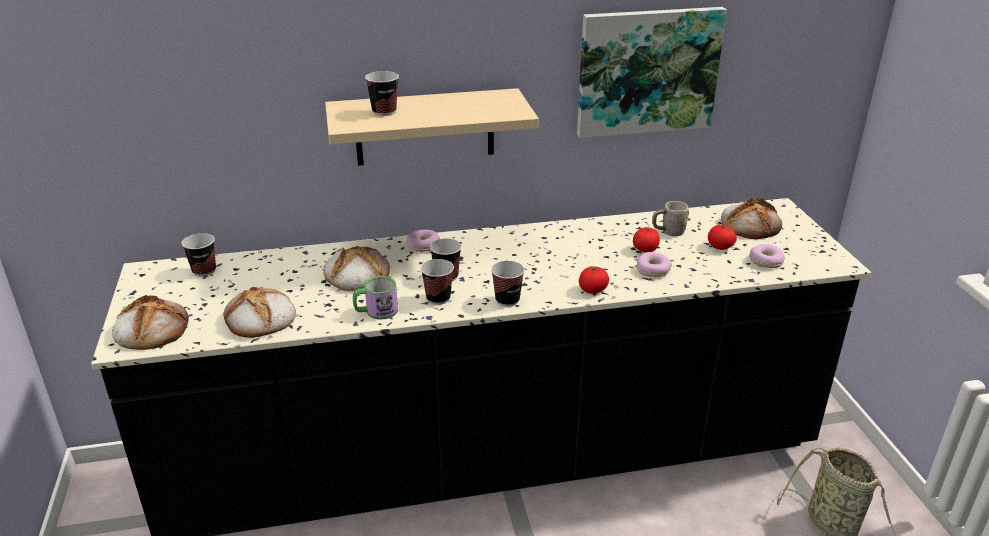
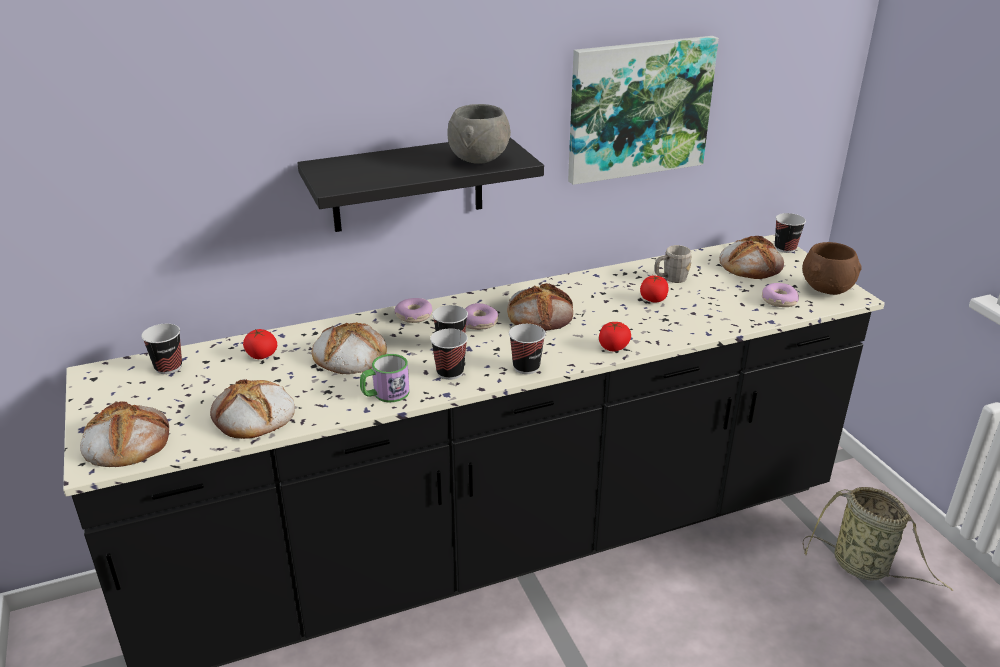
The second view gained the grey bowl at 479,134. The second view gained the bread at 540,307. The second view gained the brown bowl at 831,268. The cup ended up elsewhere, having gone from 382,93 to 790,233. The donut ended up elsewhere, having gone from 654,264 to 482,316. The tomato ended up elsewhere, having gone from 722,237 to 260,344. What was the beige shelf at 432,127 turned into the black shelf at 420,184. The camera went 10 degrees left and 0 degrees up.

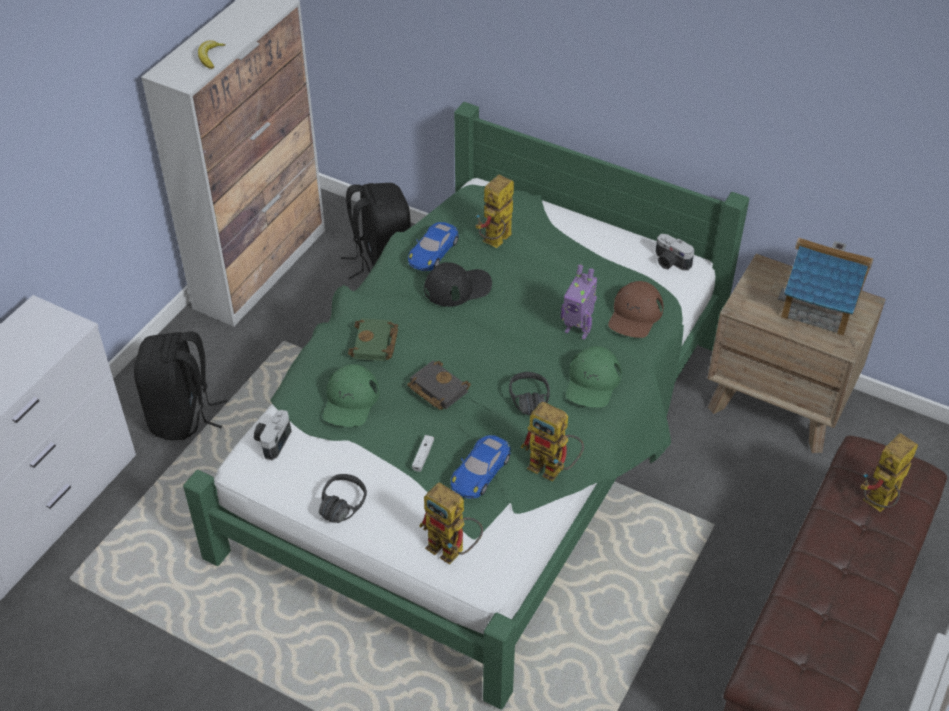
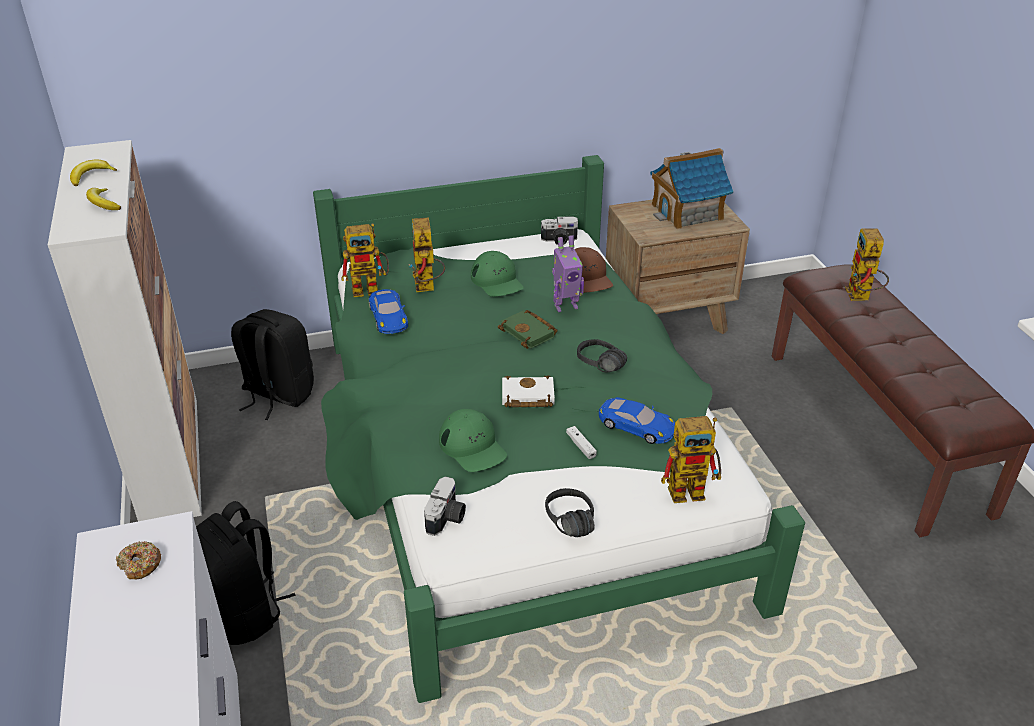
The second view lost the black cap at 458,284. The second view gained the banana at 93,173. The second view gained the donut at 138,560. The green book ended up elsewhere, having gone from 373,339 to 528,329. The toy robot ended up elsewhere, having gone from 552,442 to 365,260. The green cap ended up elsewhere, having gone from 594,376 to 497,274. What was the black book at 439,385 turned into the white book at 528,391. The photo camera at 273,435 ended up facing another way, 135 degrees counterclockwise from before. The blue toy car at 481,467 ended up facing another way, 45 degrees counterclockwise from before. The camera went 45 degrees left and 10 degrees down.

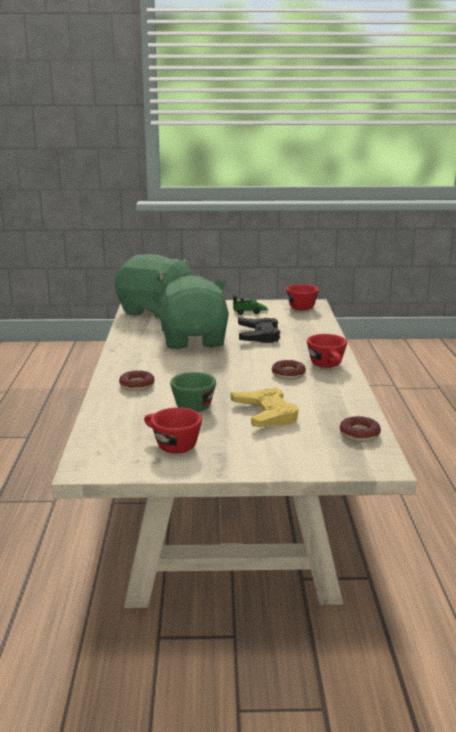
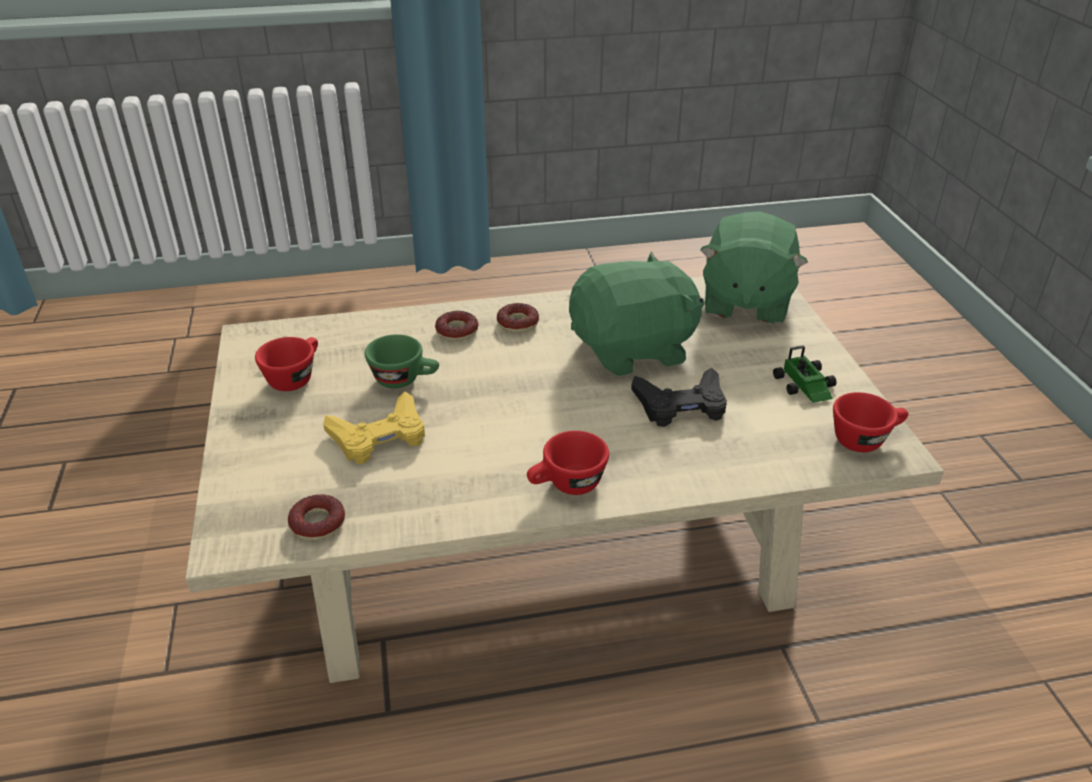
The donut ended up elsewhere, having gone from 289,370 to 518,318. The camera went 80 degrees right and 15 degrees up.

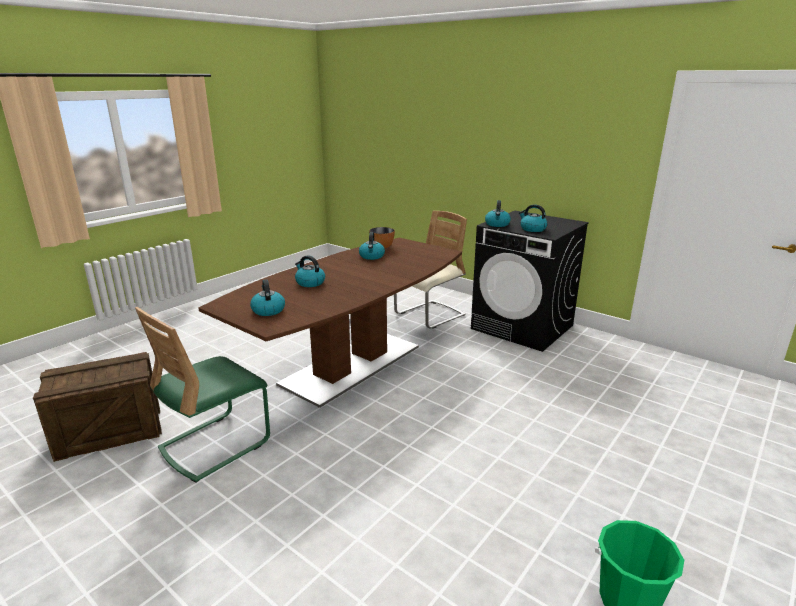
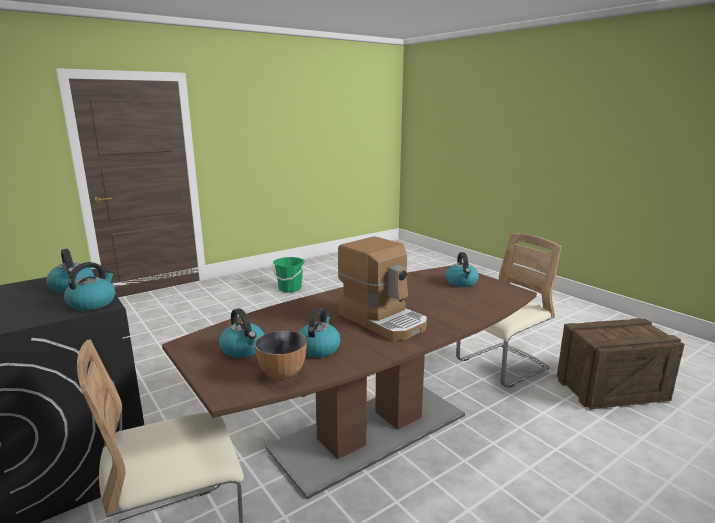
The second view gained the coffee machine at 382,288. The kettle ended up elsewhere, having gone from 310,271 to 241,333. What was the green chair at 202,395 turned into the beige chair at 509,310. The camera went 165 degrees left and 5 degrees down.

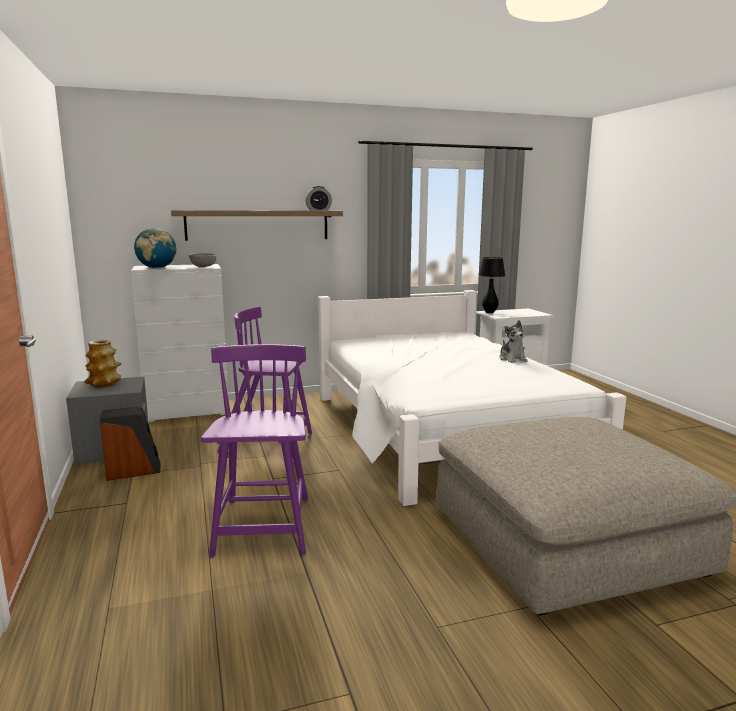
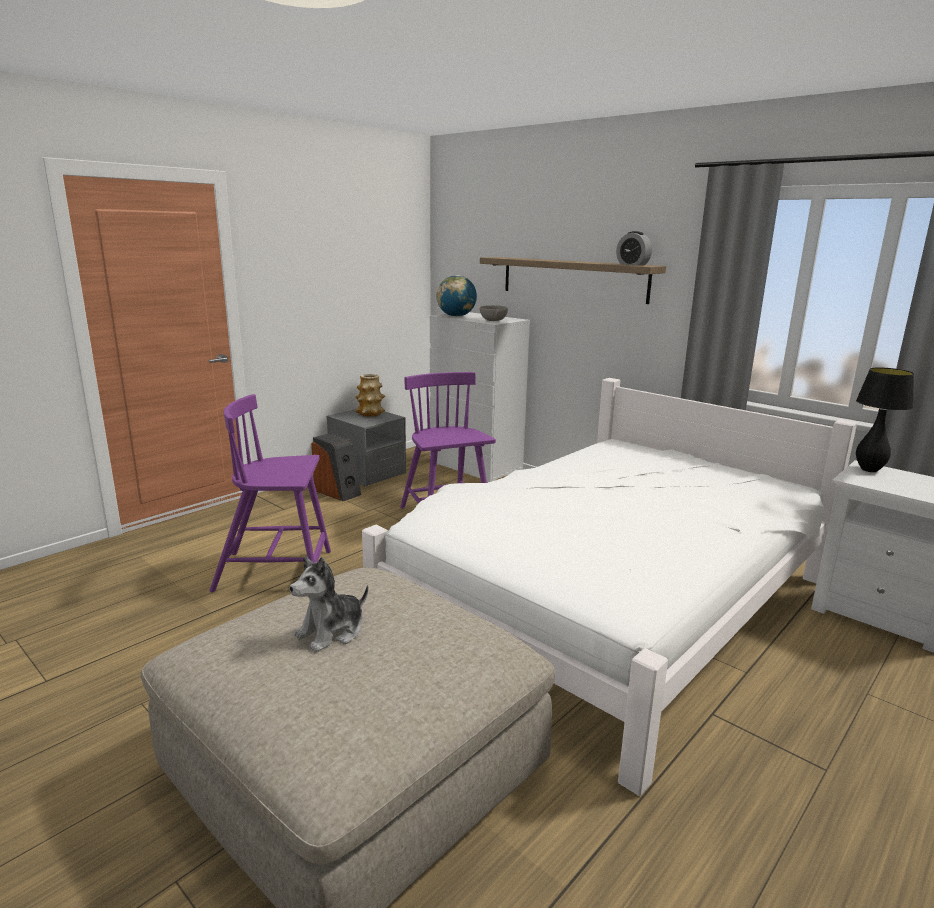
The plush toy ended up elsewhere, having gone from 513,341 to 329,604. The purple chair at 254,451 ended up facing another way, 150 degrees counterclockwise from before. The camera went 60 degrees right and 5 degrees up.

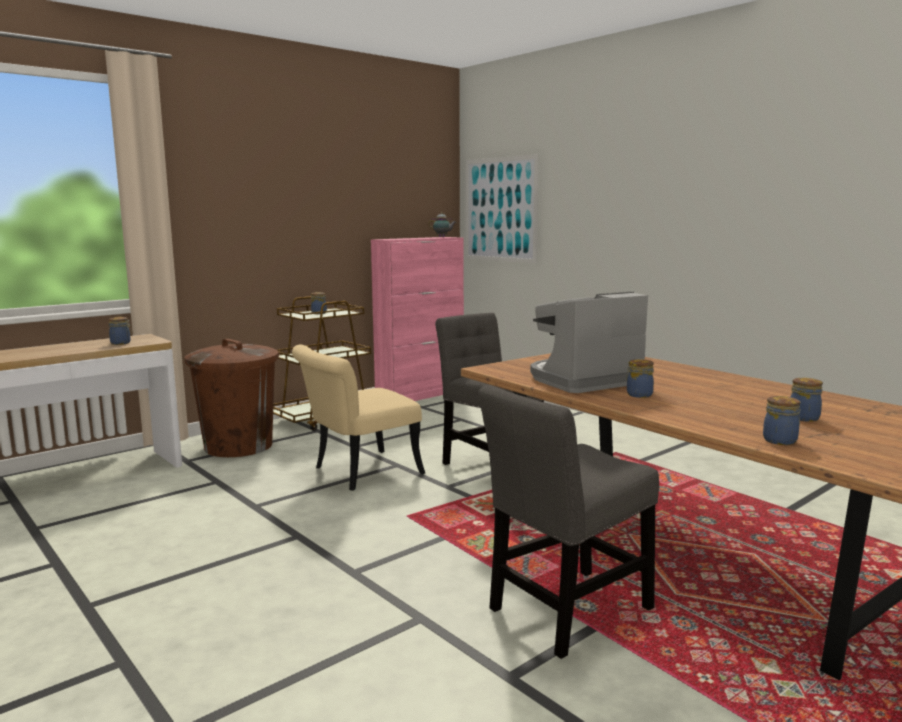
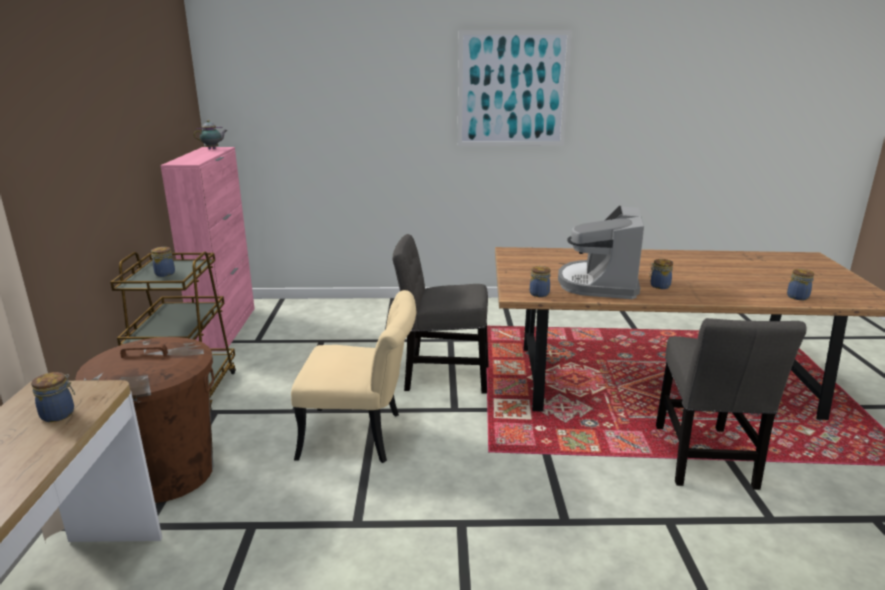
The picture ended up elsewhere, having gone from 502,208 to 515,88. The jar ended up elsewhere, having gone from 807,400 to 540,281. The beige chair at 358,417 ended up facing another way, 90 degrees counterclockwise from before. The camera went 50 degrees left and 10 degrees up.

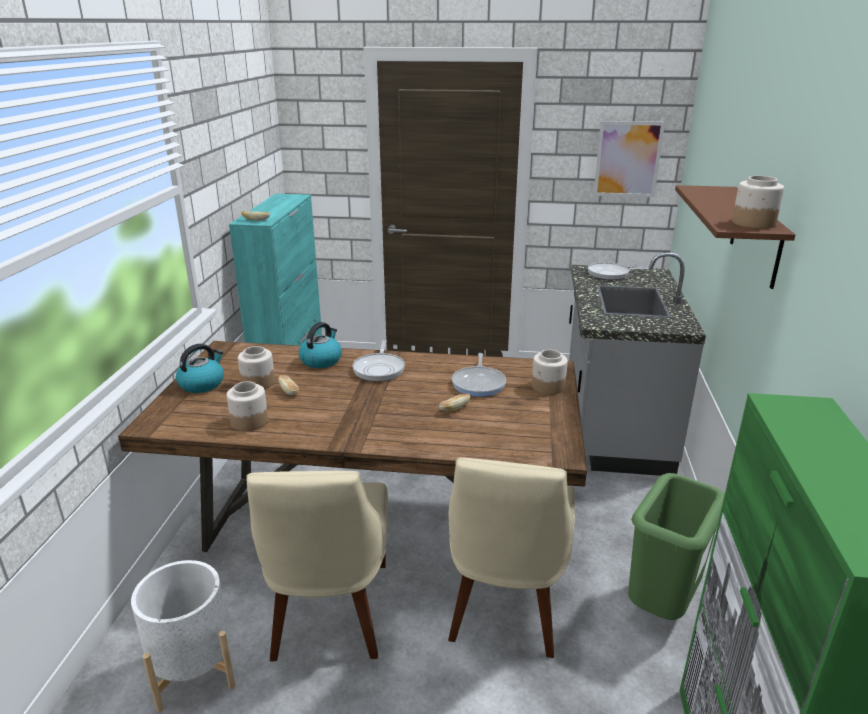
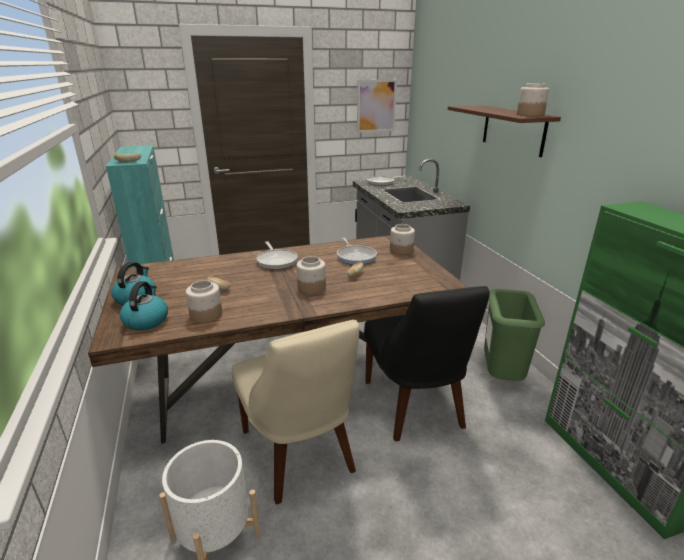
The jar ended up elsewhere, having gone from 256,367 to 311,275. The kettle ended up elsewhere, having gone from 320,345 to 144,305. What was the beige chair at 511,557 turned into the black chair at 427,363. The camera went 25 degrees left and 0 degrees up.

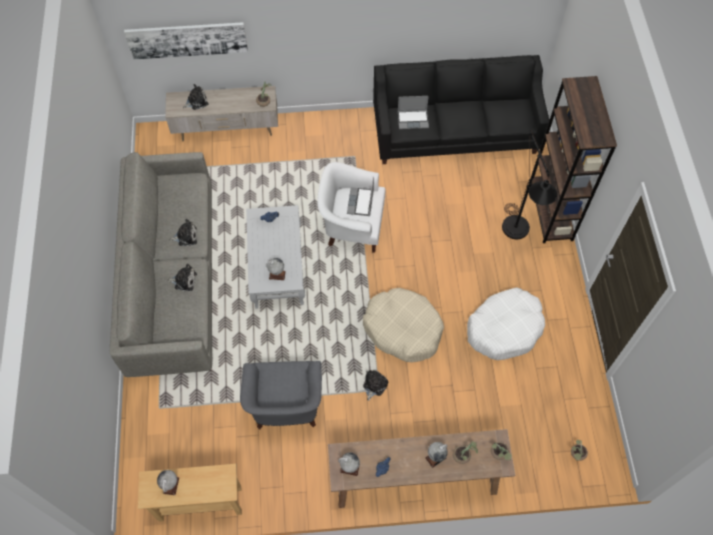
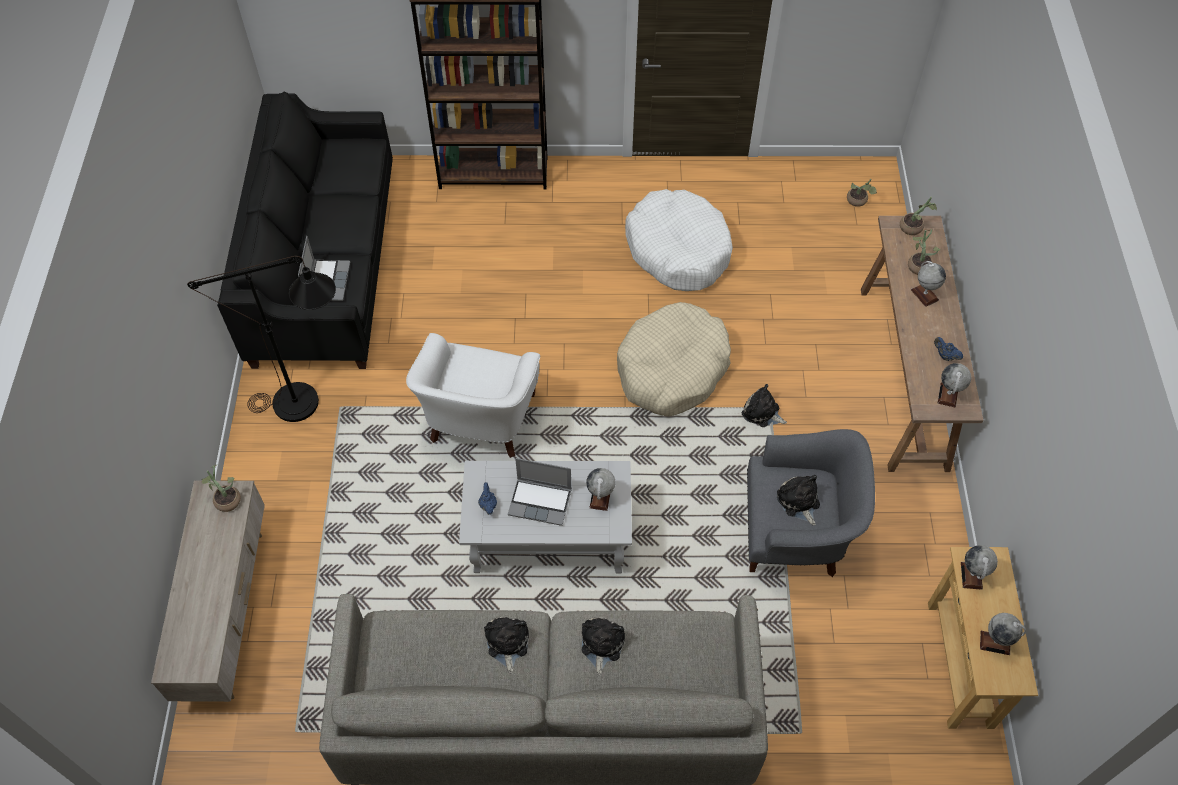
The second view lost the picture at 186,41. The second view gained the globe at 979,567. The plush toy ended up elsewhere, having gone from 196,97 to 798,500. The laptop ended up elsewhere, having gone from 360,196 to 540,492. The black floor lamp ended up elsewhere, having gone from 529,184 to 261,339. The camera went 85 degrees left and 5 degrees down.

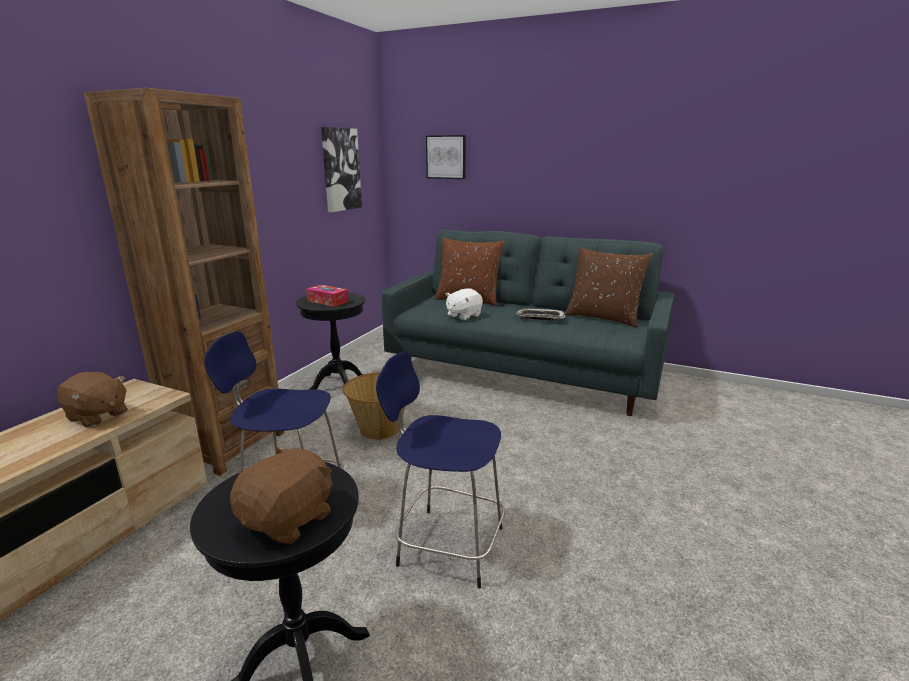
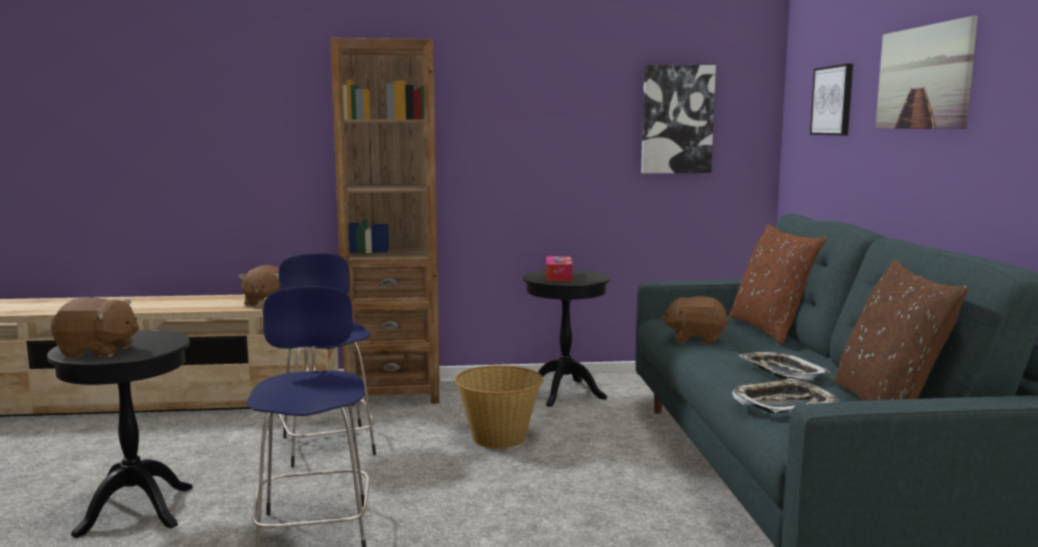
The second view gained the tray at 785,395. The second view gained the picture at 927,72. What was the white plush toy at 464,304 turned into the brown plush toy at 694,320. The camera went 60 degrees right and 10 degrees down.

